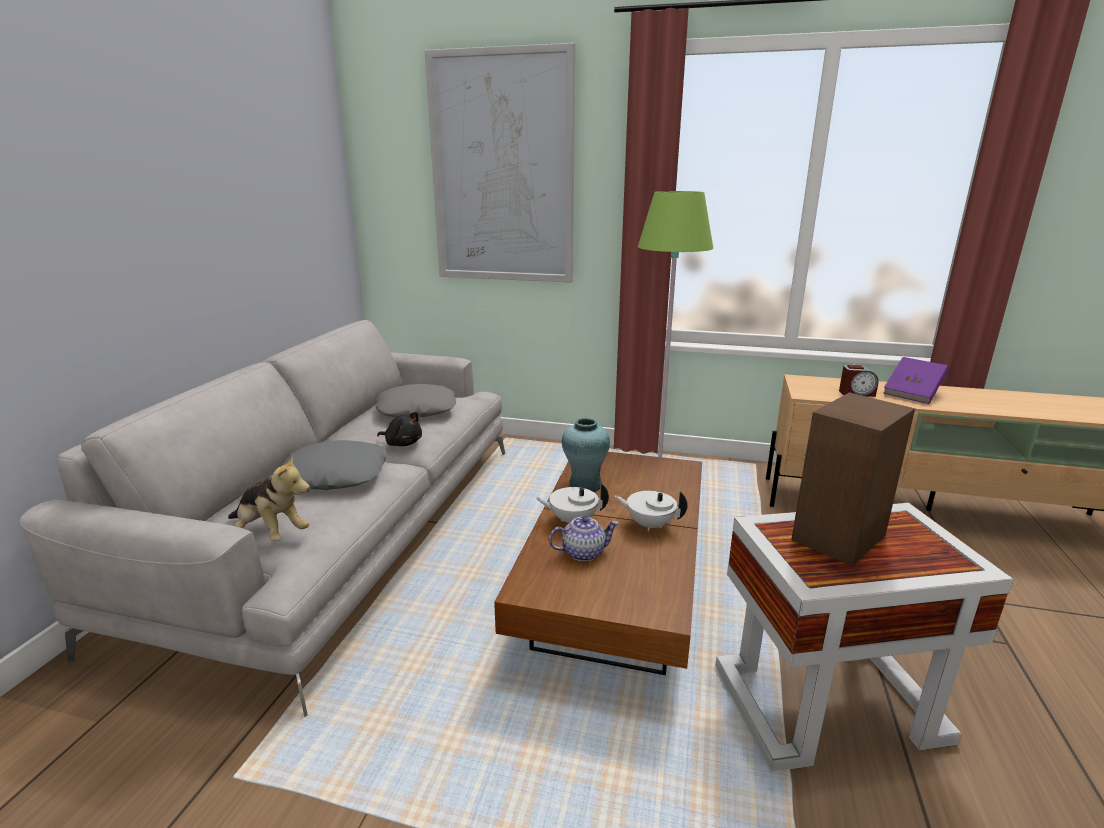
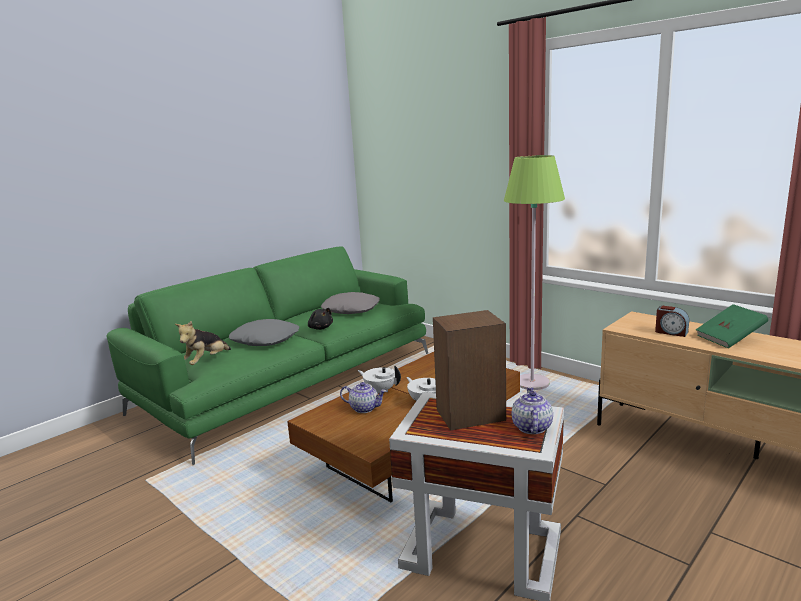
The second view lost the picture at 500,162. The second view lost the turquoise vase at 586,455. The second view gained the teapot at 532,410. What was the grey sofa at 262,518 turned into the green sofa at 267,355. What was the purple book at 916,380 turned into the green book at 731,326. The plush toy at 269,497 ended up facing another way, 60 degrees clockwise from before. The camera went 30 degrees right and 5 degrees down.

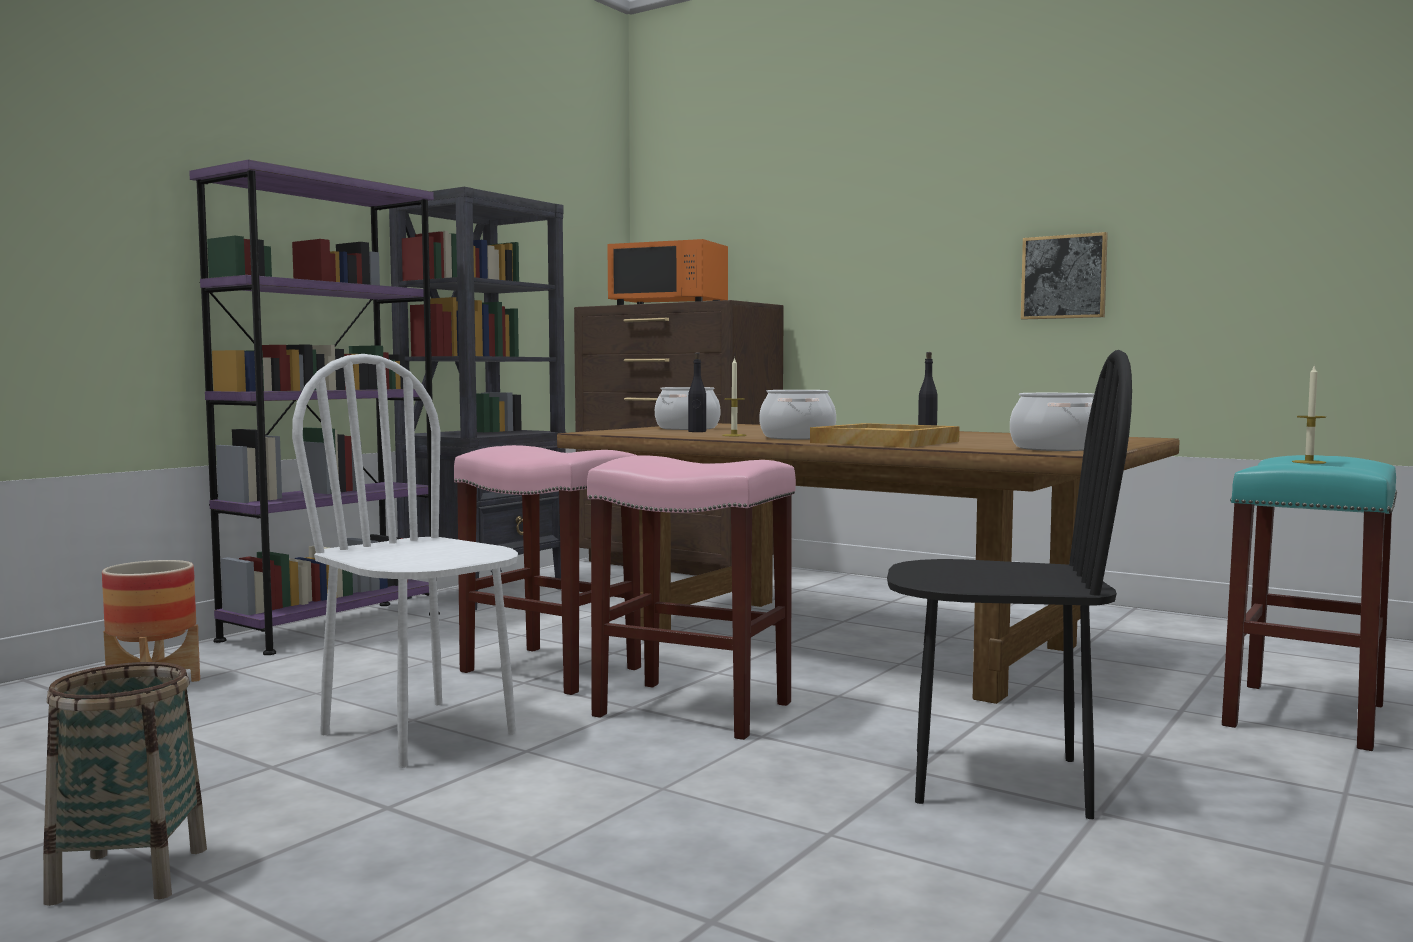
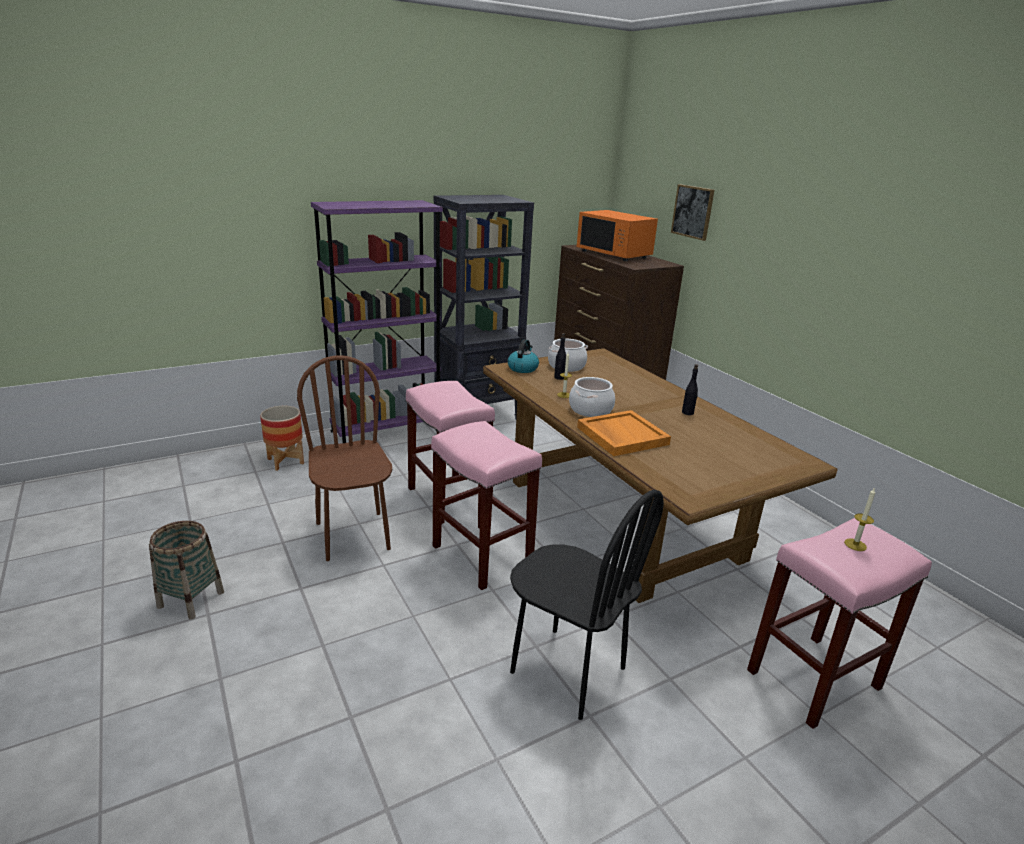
The second view lost the cooking pot at 1052,422. The second view gained the kettle at 523,356. The picture ended up elsewhere, having gone from 1064,276 to 692,212. What was the white chair at 405,561 turned into the brown chair at 344,458. What was the beige tray at 885,435 turned into the orange tray at 624,433. What was the turquoise stool at 1310,603 turned into the pink stool at 839,623. The camera went 25 degrees right and 20 degrees up.

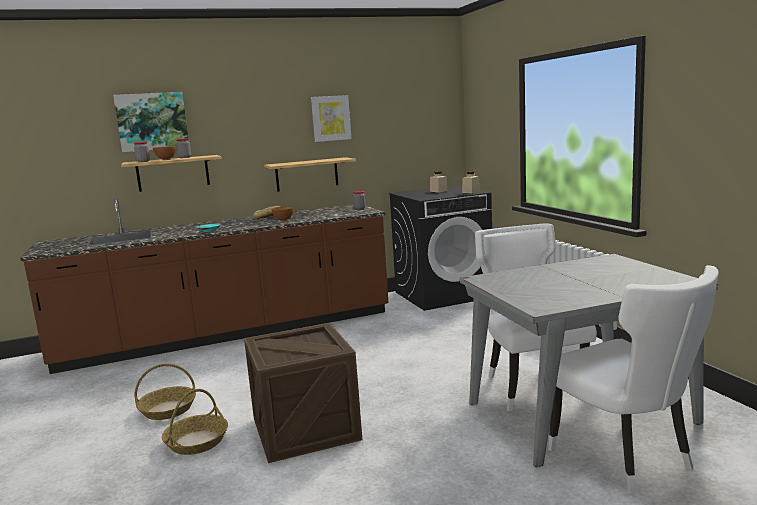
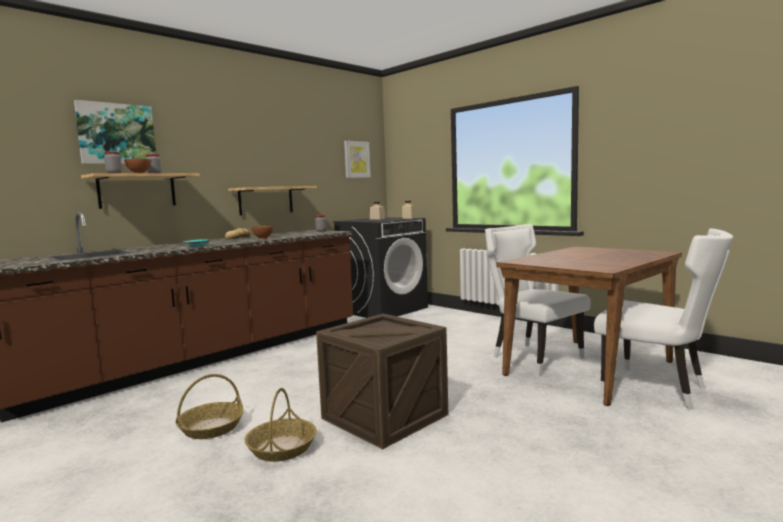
The picture ended up elsewhere, having gone from 331,118 to 357,159. What was the grey dining table at 589,360 turned into the brown dining table at 589,326. The camera went 25 degrees left and 5 degrees down.

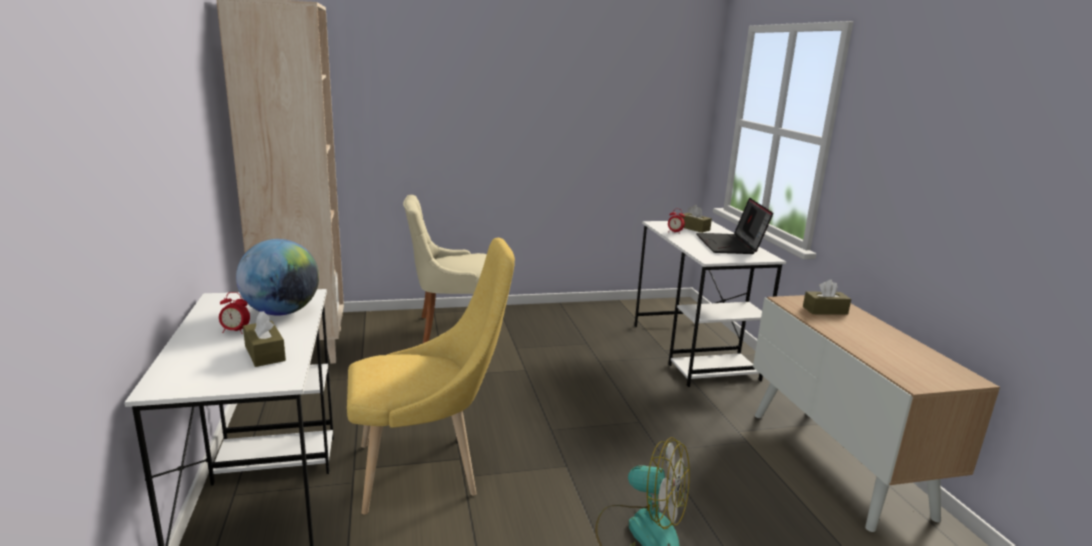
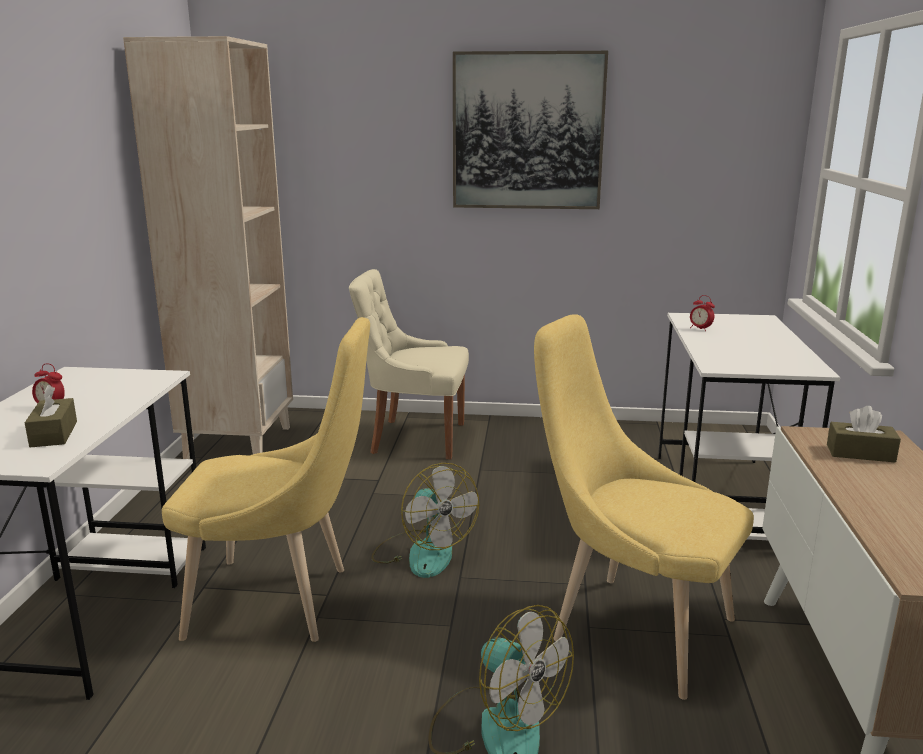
The second view lost the globe at 277,277. The second view lost the brown tissue box at 695,219. The second view lost the laptop at 734,226. The second view gained the fan at 425,520. The second view gained the picture at 530,130. The second view gained the yellow chair at 644,507. The camera went 20 degrees right and 0 degrees up.

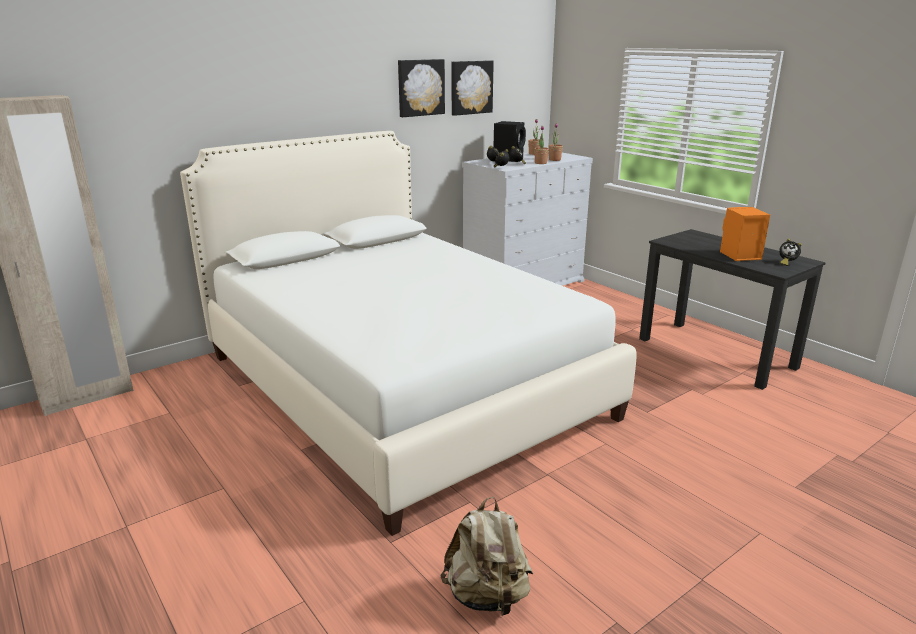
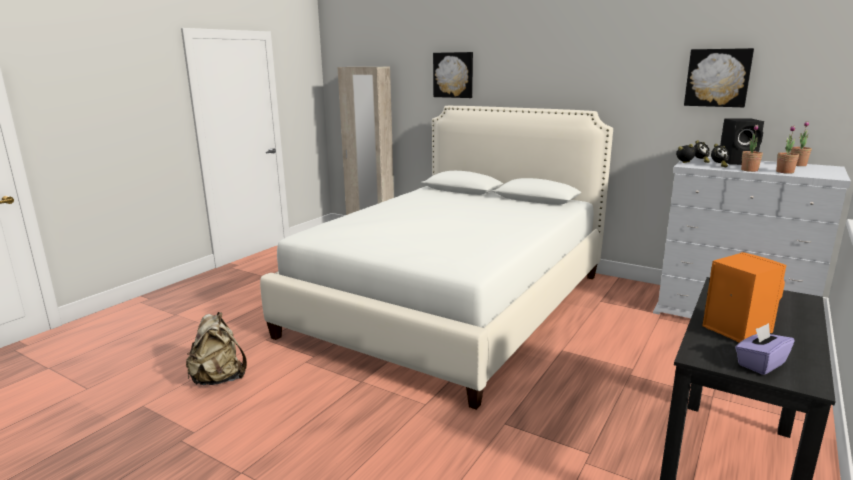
The picture ended up elsewhere, having gone from 421,88 to 453,75. Where the alarm clock stood at 790,252, the purple tissue box came to stand at 764,349. The camera went 70 degrees right and 5 degrees down.

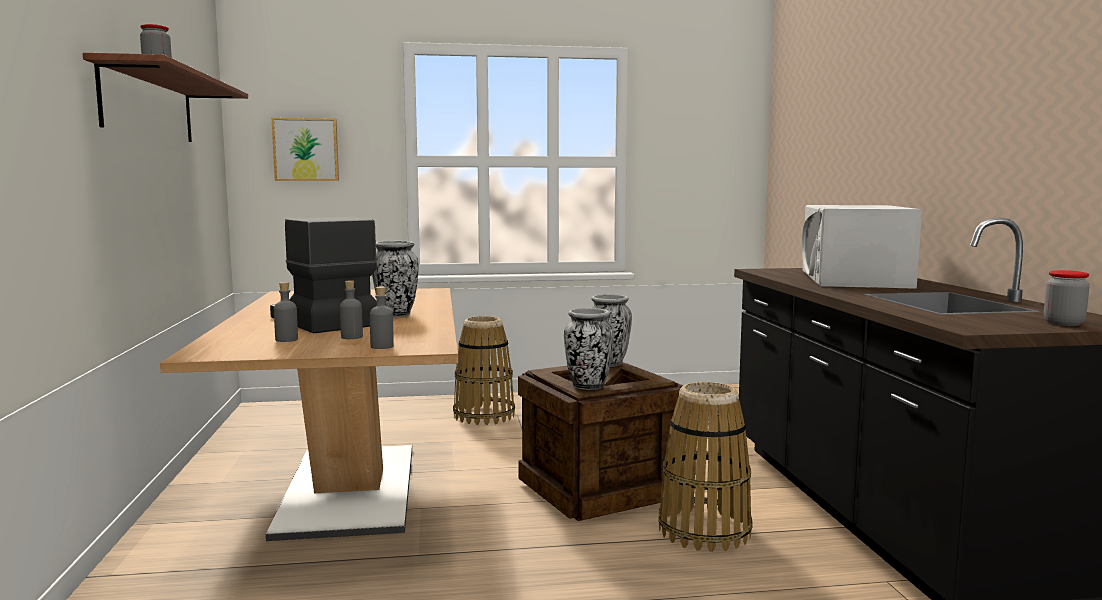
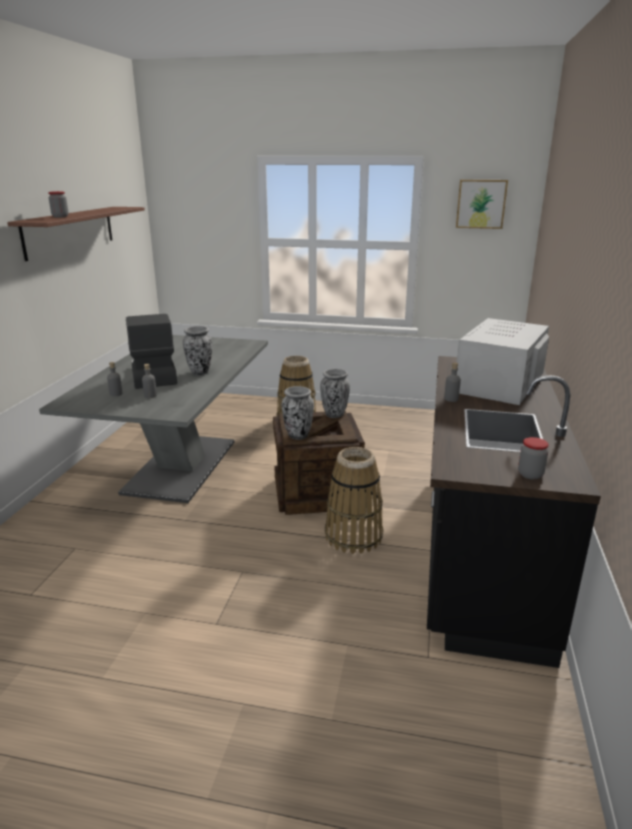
The picture ended up elsewhere, having gone from 305,149 to 482,204. The grey bottle ended up elsewhere, having gone from 382,318 to 452,382. What was the brown dining table at 309,414 turned into the grey dining table at 153,419. The camera went 20 degrees right and 15 degrees up.

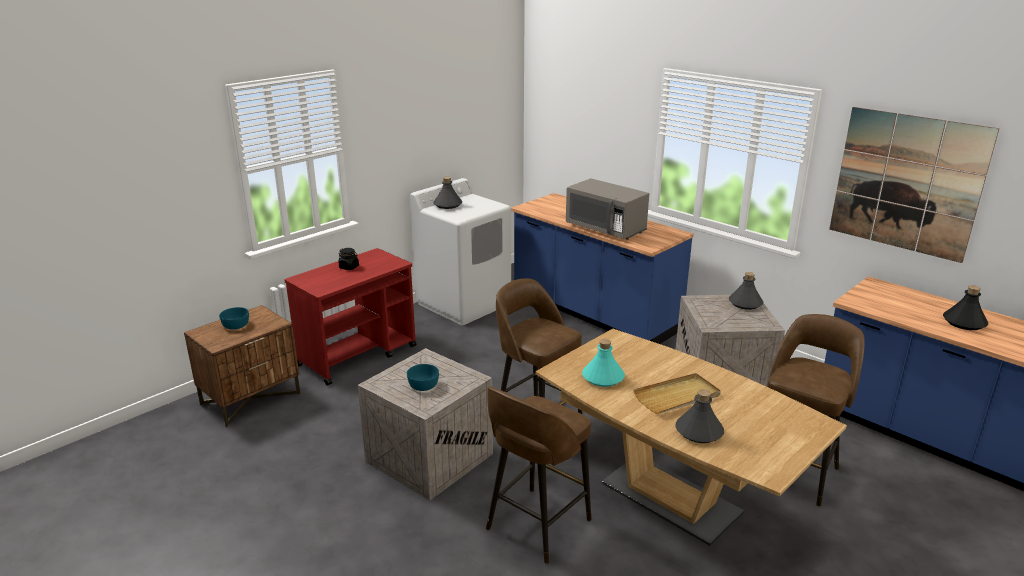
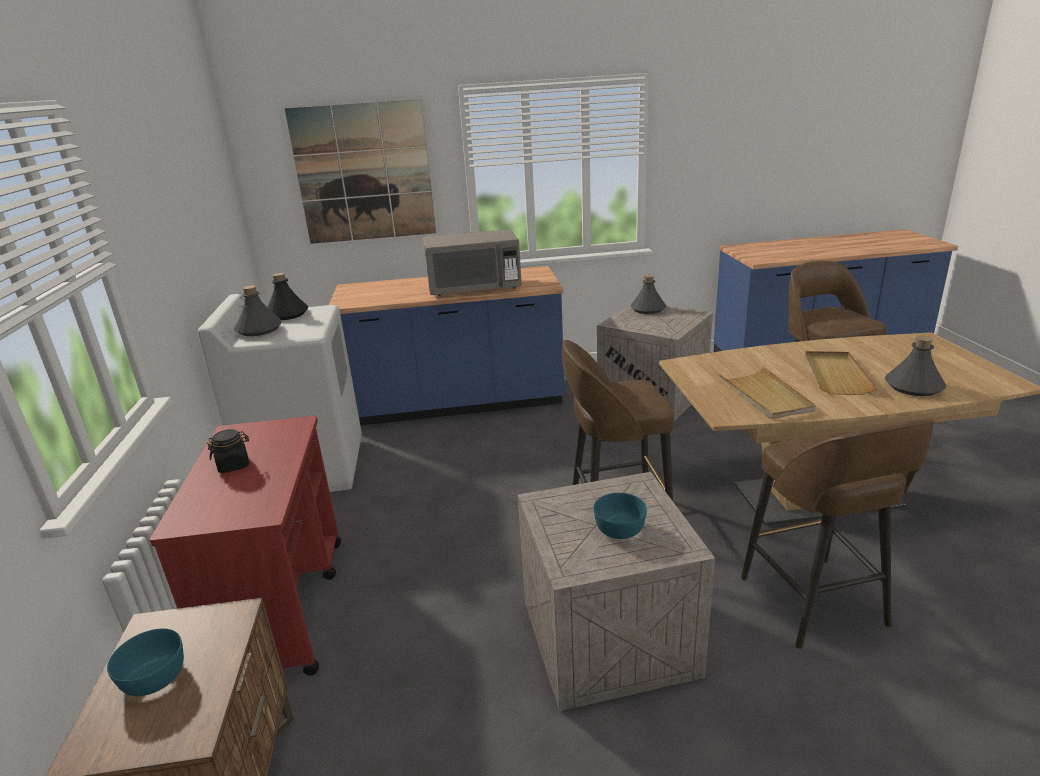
The picture ended up elsewhere, having gone from 914,185 to 360,171. The black bottle ended up elsewhere, having gone from 965,307 to 287,296. Where the turquoise bottle stood at 603,363, the beige tray came to stand at 767,392. The camera went 50 degrees left and 0 degrees up.

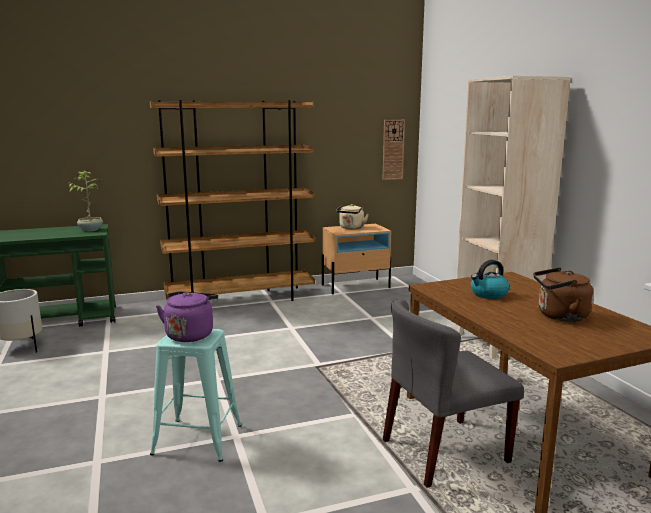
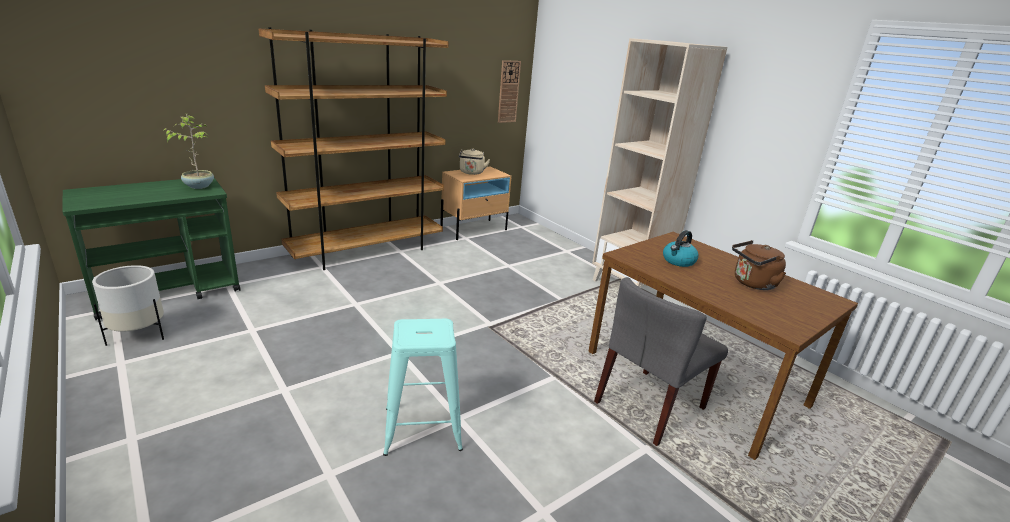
The second view lost the purple kettle at 187,316. The camera went 20 degrees left and 10 degrees up.

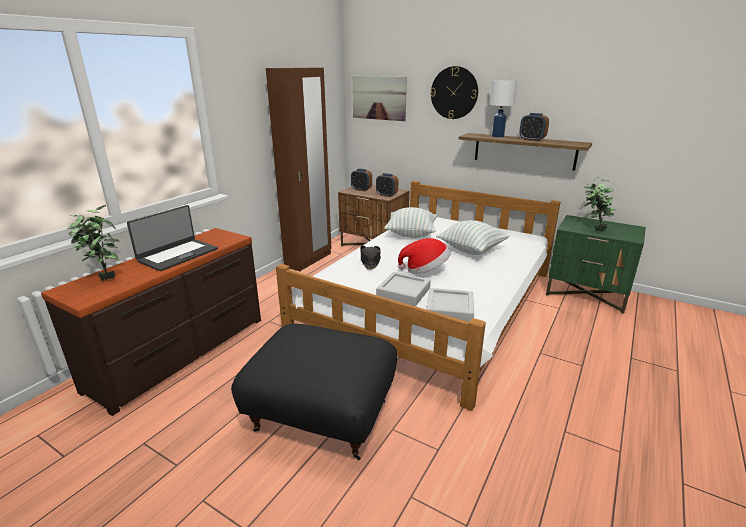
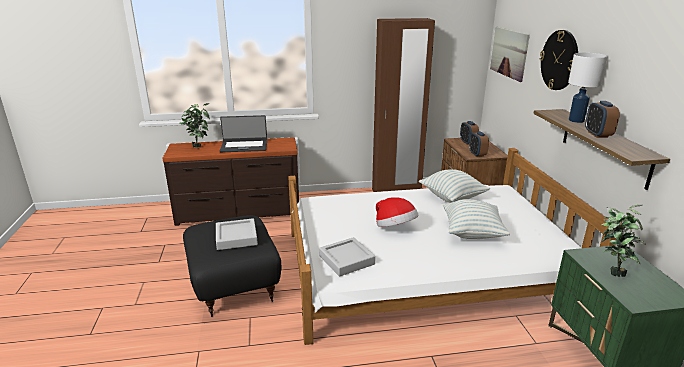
The second view lost the black hat at 370,257. The grey tray ended up elsewhere, having gone from 403,289 to 237,234. The camera went 50 degrees right and 0 degrees up.

